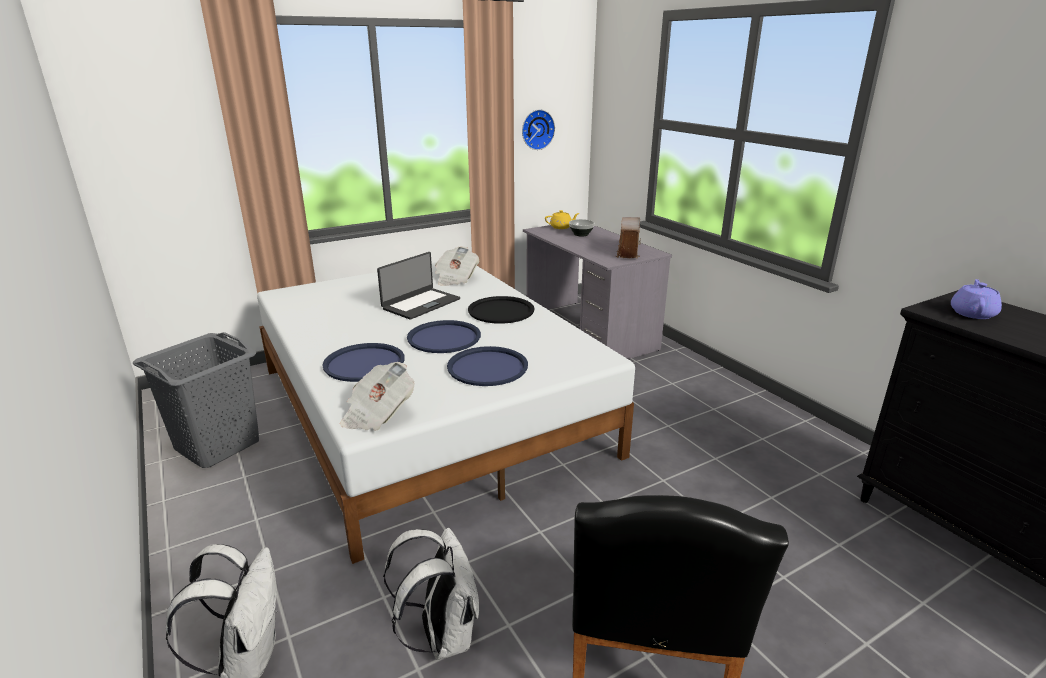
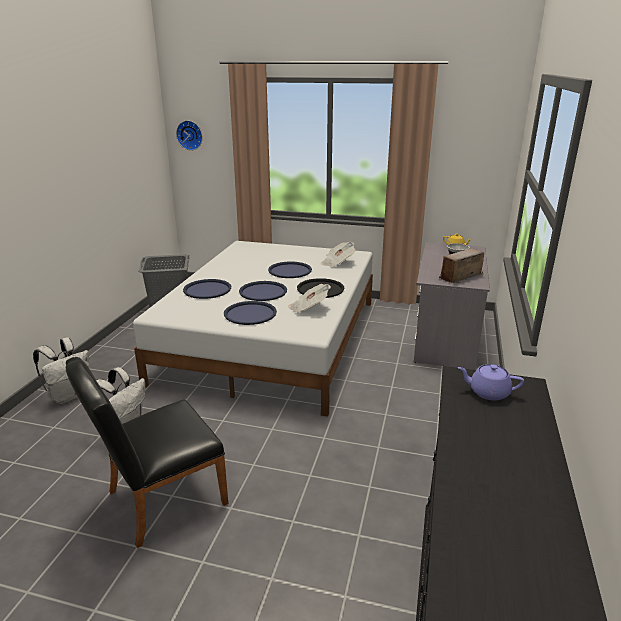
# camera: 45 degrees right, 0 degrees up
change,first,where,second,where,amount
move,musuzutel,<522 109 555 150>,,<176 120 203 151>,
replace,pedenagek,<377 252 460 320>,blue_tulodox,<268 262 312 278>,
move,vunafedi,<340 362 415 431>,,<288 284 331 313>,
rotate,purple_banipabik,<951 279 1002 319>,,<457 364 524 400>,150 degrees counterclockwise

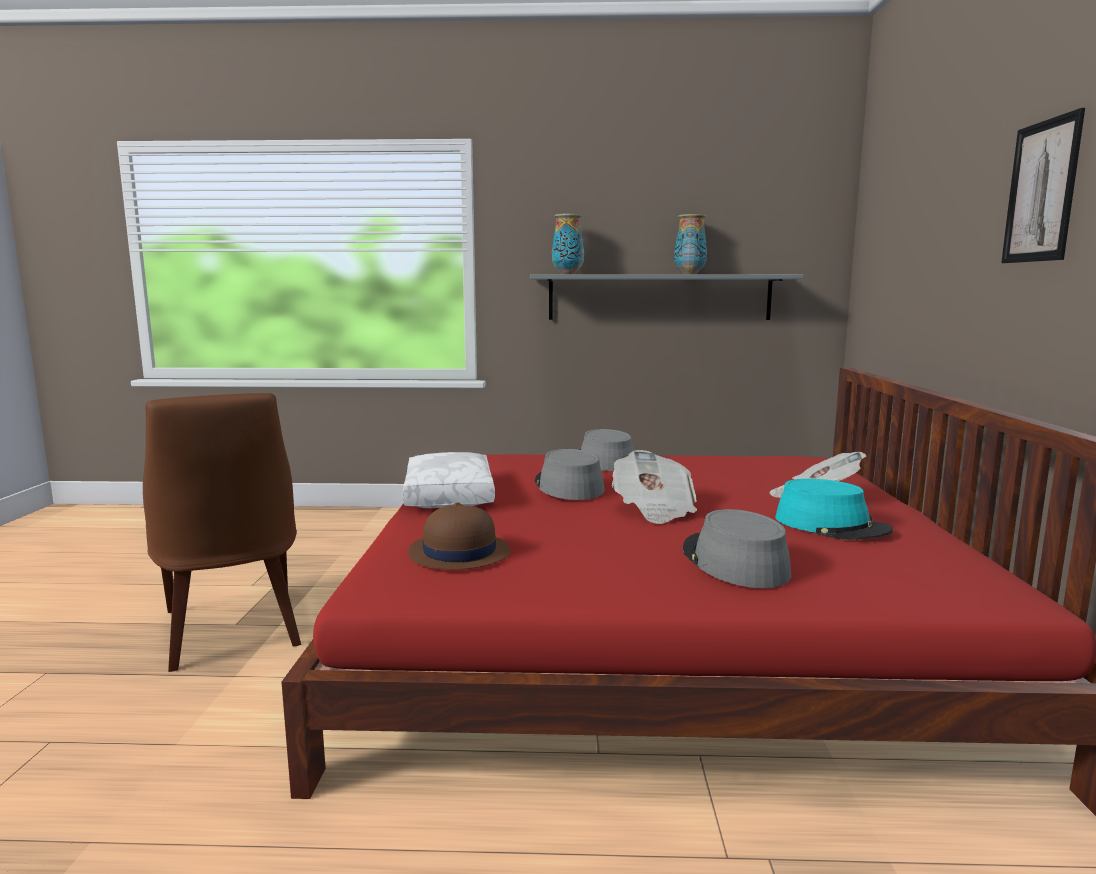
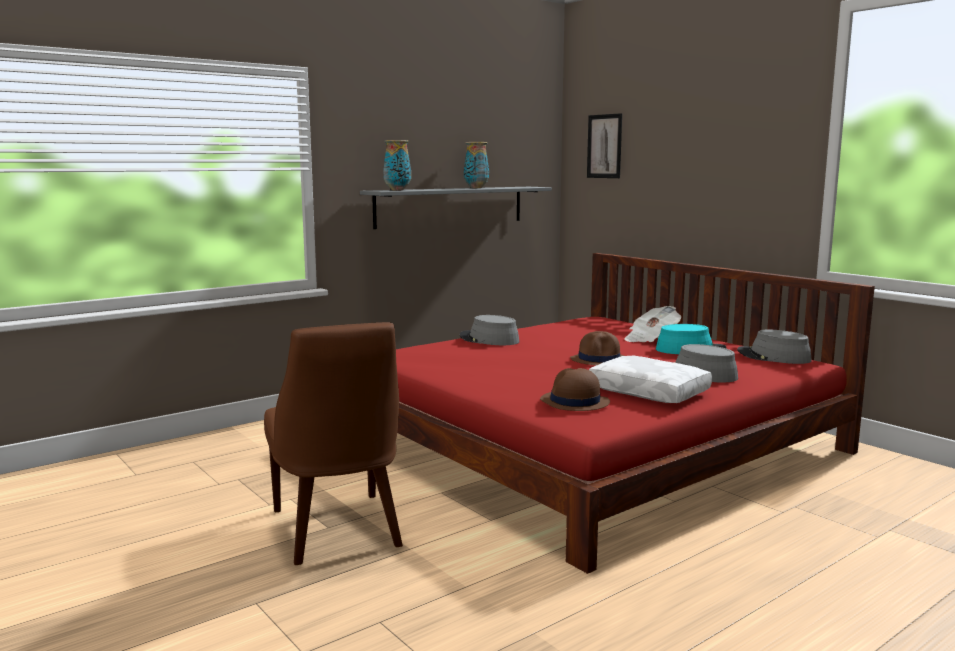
# camera: 40 degrees left, 0 degrees up
change,first,where,second,where,amount
rotate,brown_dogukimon,<143 393 301 672>,,<264 322 403 565>,45 degrees clockwise
replace,vunafedi,<611 450 697 524>,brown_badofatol,<570 331 624 365>,
move,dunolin,<1001 108 1085 263>,,<587 113 622 178>,
move,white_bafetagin,<403 452 495 508>,,<589 356 712 403>,
move,grey_badofatol,<535 449 605 500>,,<737 330 812 364>,

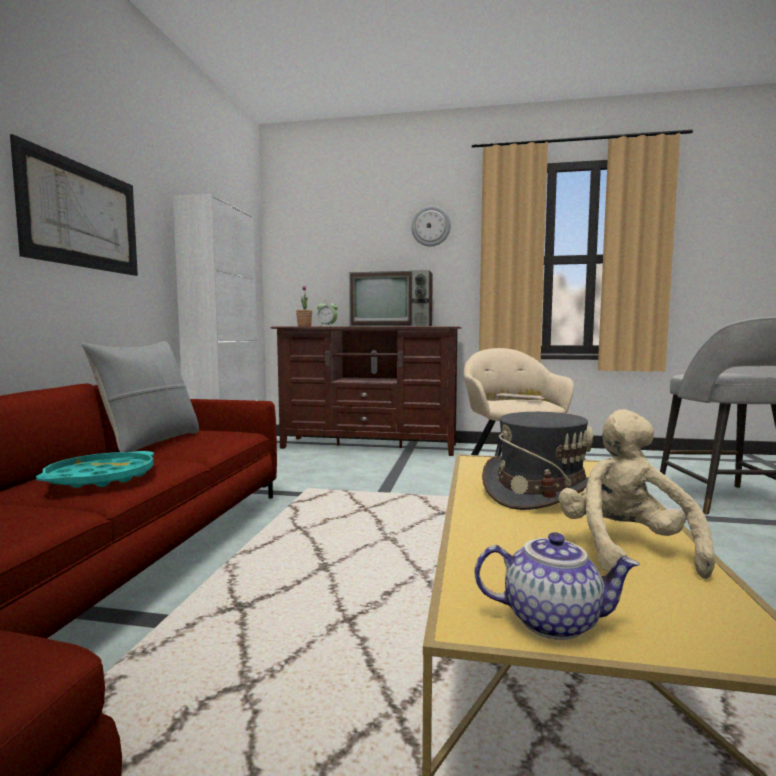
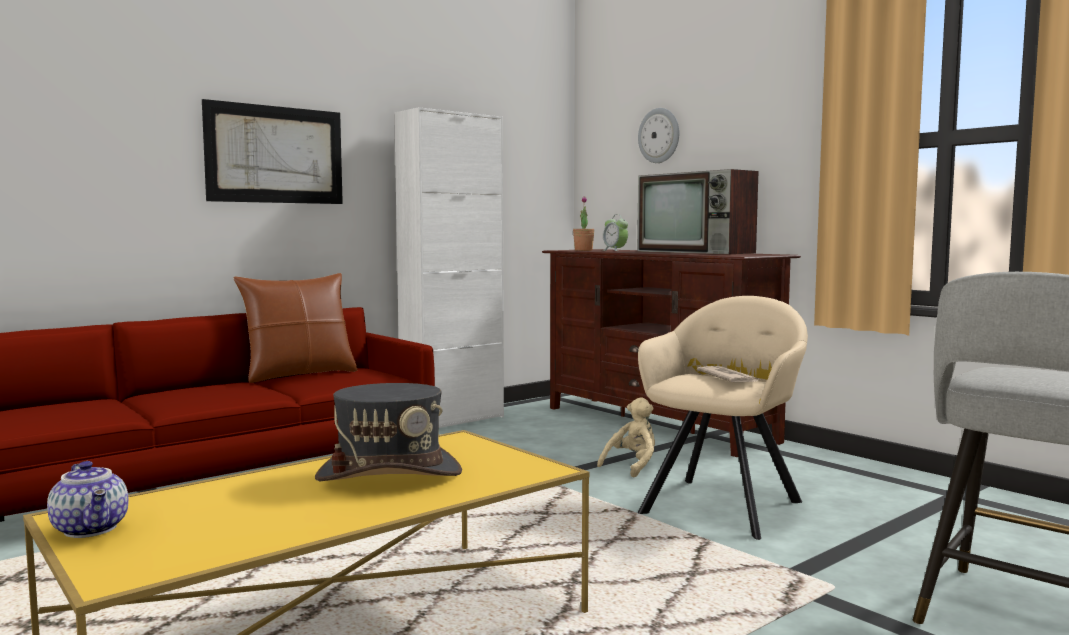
# camera: 40 degrees right, 0 degrees up
change,first,where,second,where,amount
recolor,grey_bafetagin,<81 341 199 452>,brown_bafetagin,<233 273 357 383>,
move,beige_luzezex,<558 409 715 579>,,<597 397 655 478>,
move,musuzutel,<411 206 451 246>,,<638 108 679 163>,
delete,turquoise_tulodox,<36 451 154 488>,,,

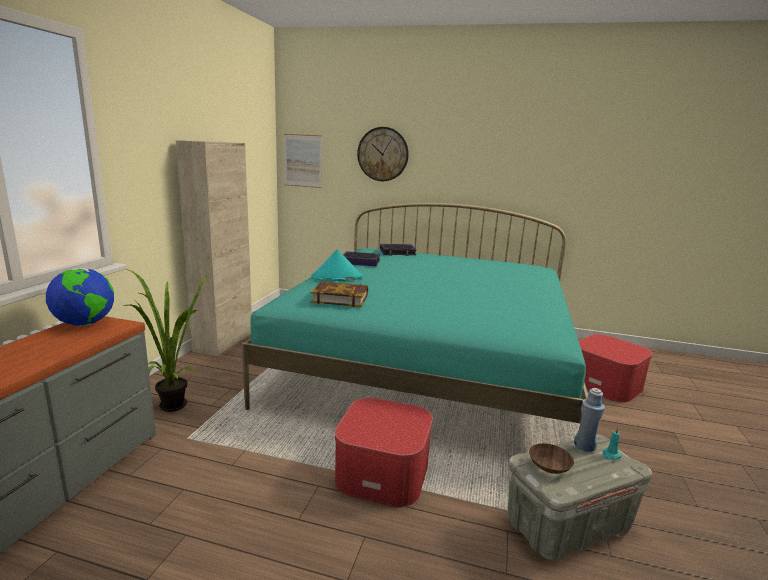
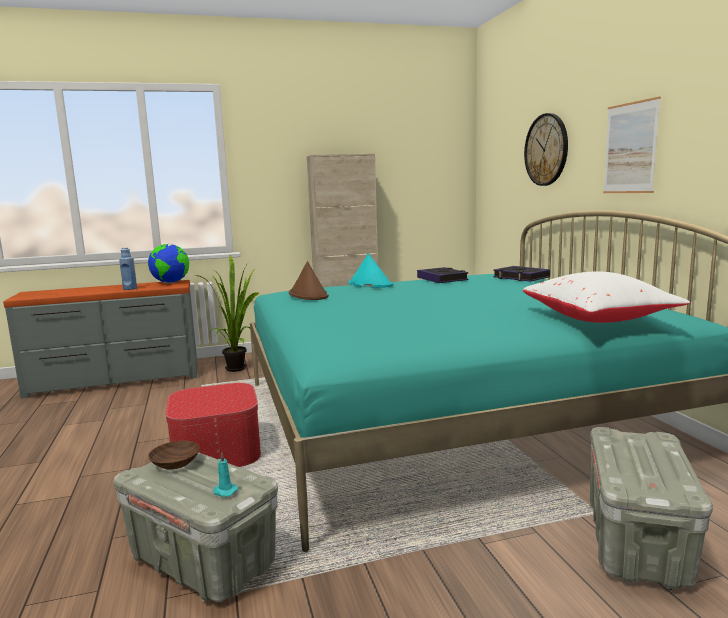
# camera: 60 degrees right, 5 degrees down
change,first,where,second,where,amount
move,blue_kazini,<574 388 605 452>,,<119 248 137 290>,
replace,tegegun,<311 281 368 307>,brown_badofatol,<289 261 329 300>,
insert,,,white_bafetagin,<523 271 690 323>,
replace,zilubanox,<579 334 653 403>,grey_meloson,<590 427 713 589>,
move,dunolin,<284 134 322 188>,,<603 97 660 193>,

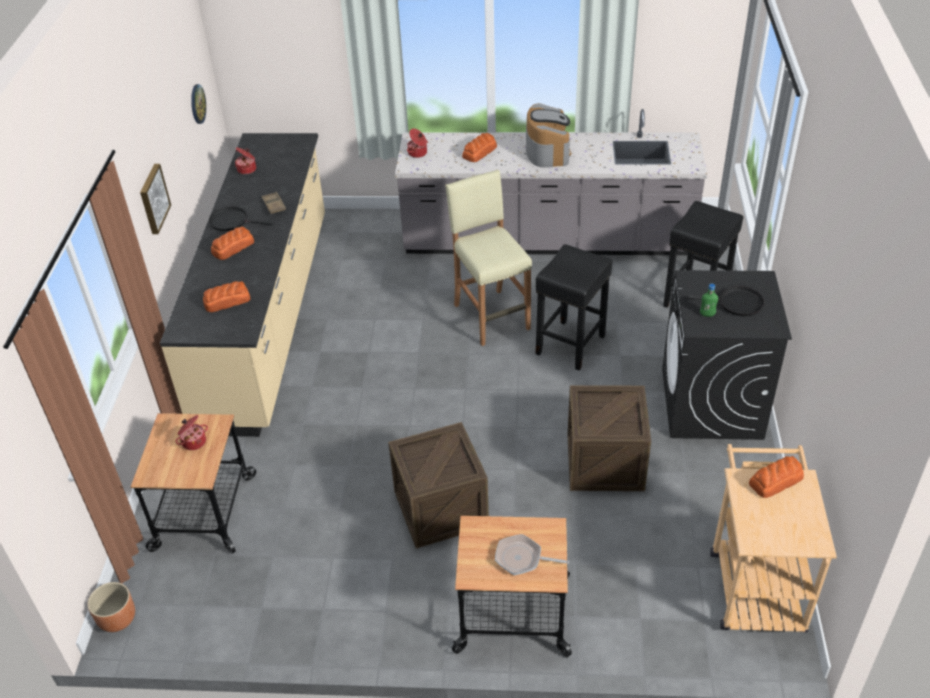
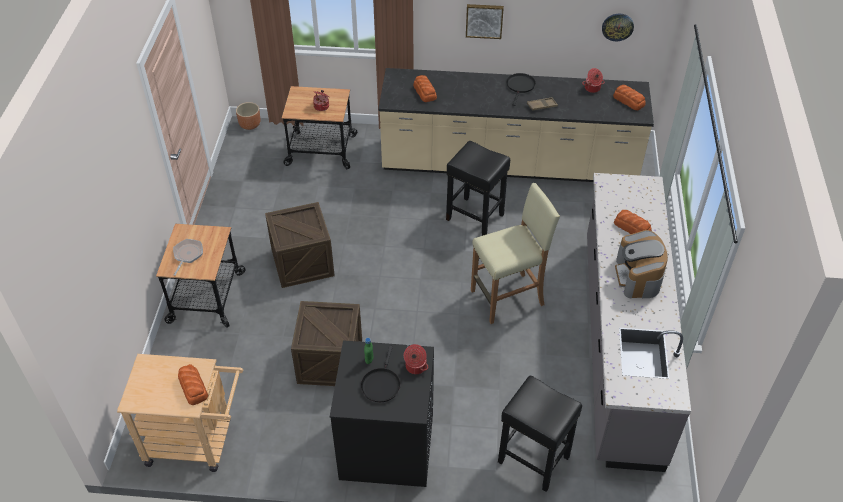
# camera: 90 degrees right, 5 degrees up
change,first,where,second,where,amount
move,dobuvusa,<407 129 428 158>,,<403 344 428 374>,
move,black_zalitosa,<535 244 613 370>,,<446 141 510 236>,
move,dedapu,<211 226 254 260>,,<613 85 646 110>,
rotate,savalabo,<526 103 571 168>,,<615 230 668 299>,90 degrees clockwise

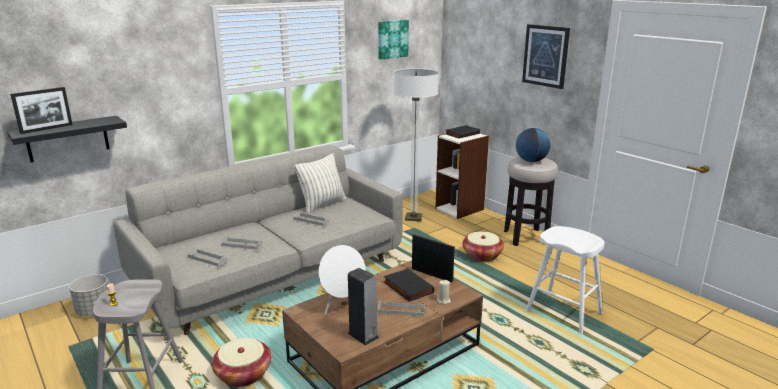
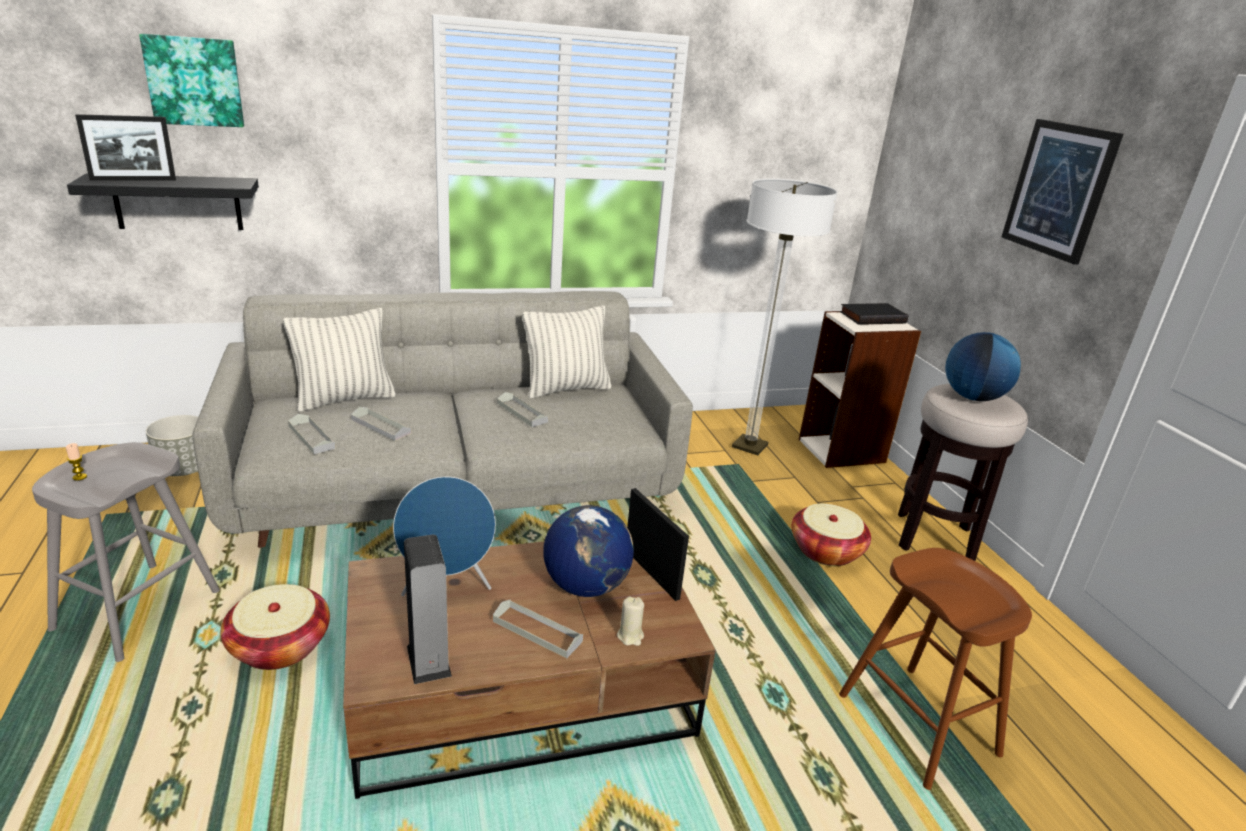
# camera: 20 degrees right, 5 degrees up
change,first,where,second,where,amount
move,dunolin,<378 20 409 59>,,<139 34 244 127>,
insert,,,bafetagin,<283 308 396 412>,
recolor,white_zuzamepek,<318 245 366 316>,blue_zuzamepek,<393 477 496 596>,
replace,black_tegegun,<384 268 434 302>,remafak,<543 505 634 597>,
recolor,white_zalitosa,<526 226 604 334>,brown_zalitosa,<839 548 1032 790>,

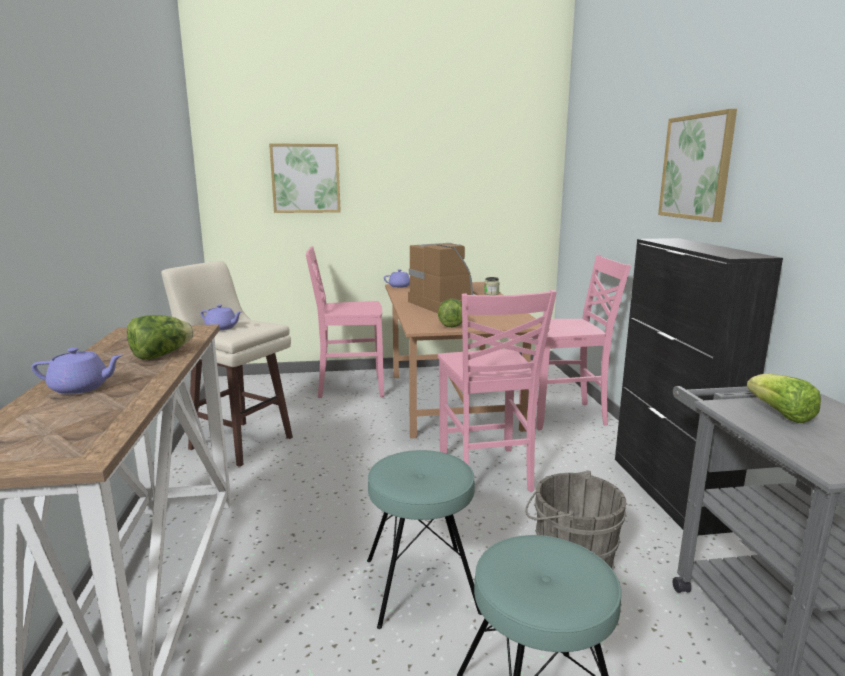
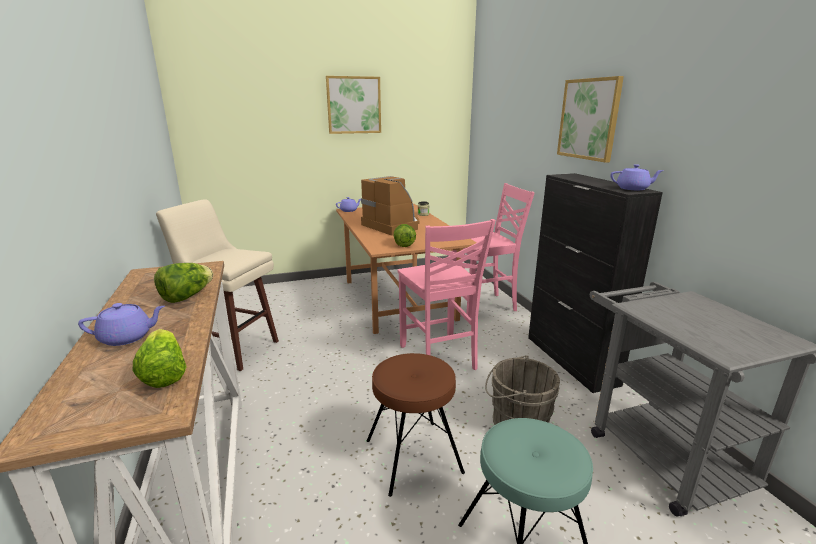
# camera: 10 degrees left, 5 degrees up
change,first,where,second,where,amount
move,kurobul,<747 374 821 423>,,<133 329 187 388>,
move,dunolin,<269 143 341 213>,,<326 76 381 134>,
recolor,turquoise_zalitosa,<367 450 482 629>,brown_zalitosa,<367 353 465 497>,
move,purple_banipabik,<200 304 242 330>,,<610 164 664 190>,
delete,pink_dogukimon,<306 246 384 398>,,,

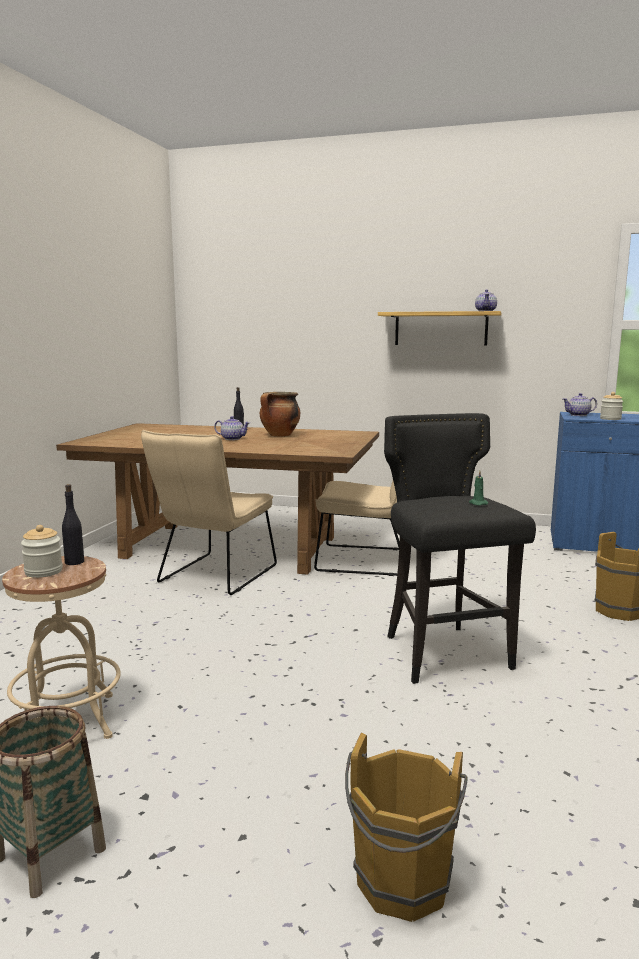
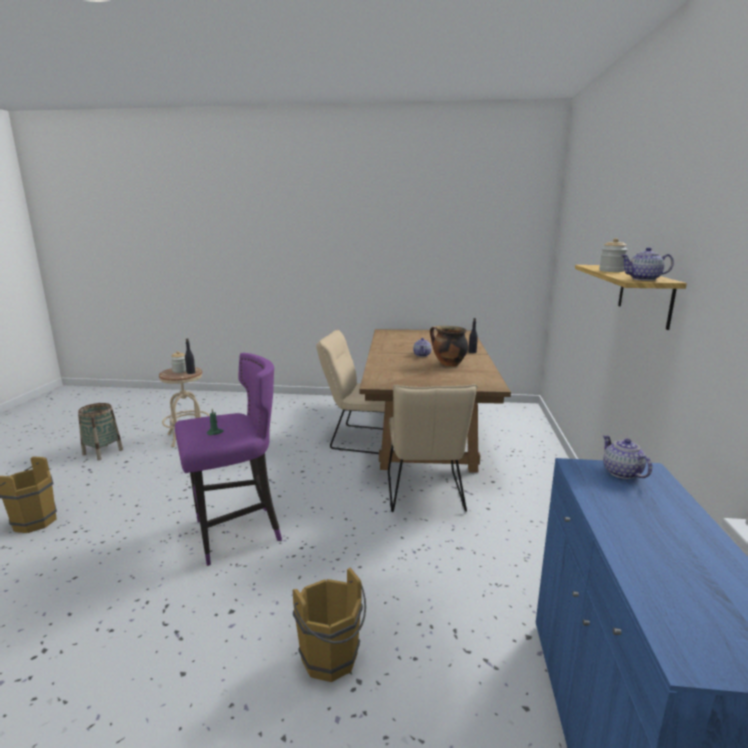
# camera: 80 degrees right, 5 degrees up
change,first,where,second,where,amount
recolor,black_zalitosa,<384 413 536 684>,purple_zalitosa,<175 353 282 566>,
move,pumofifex,<600 392 623 420>,,<599 238 628 272>,

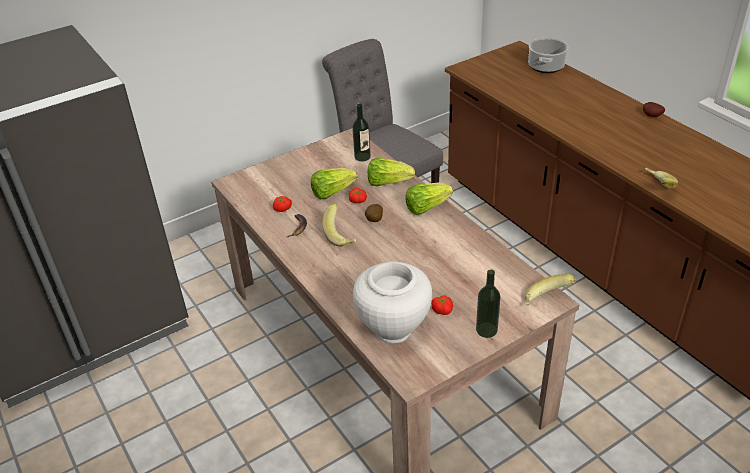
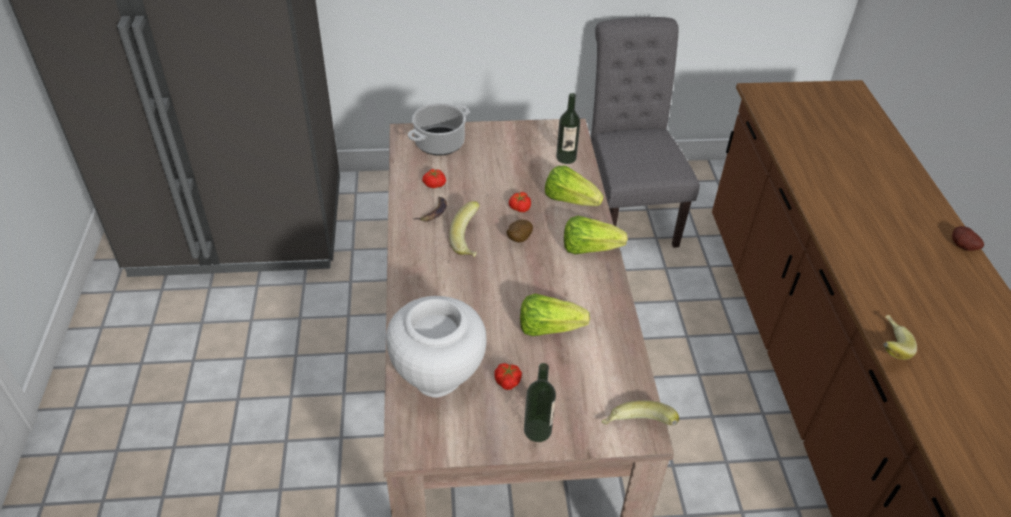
# camera: 25 degrees right, 5 degrees up
change,first,where,second,where,amount
move,dobuvusa,<528 37 568 73>,,<408 103 469 156>,
move,kurobul,<311 168 357 199>,,<520 294 590 336>,

